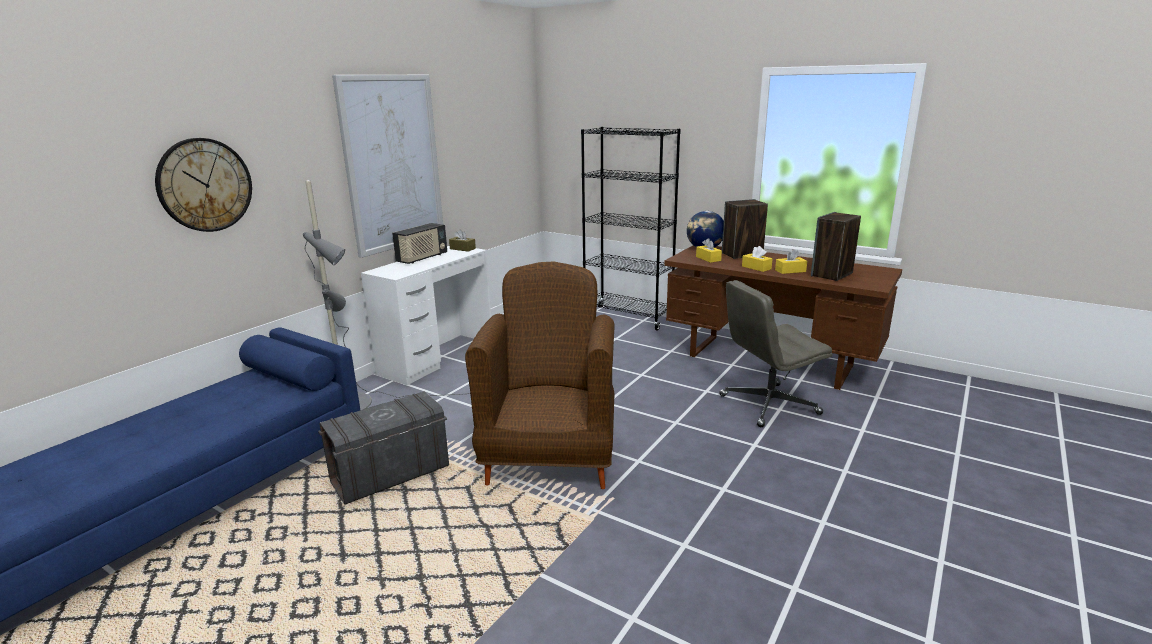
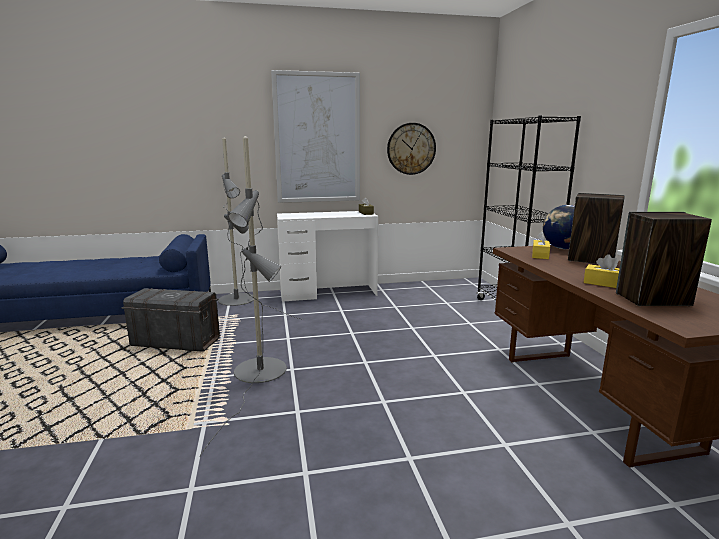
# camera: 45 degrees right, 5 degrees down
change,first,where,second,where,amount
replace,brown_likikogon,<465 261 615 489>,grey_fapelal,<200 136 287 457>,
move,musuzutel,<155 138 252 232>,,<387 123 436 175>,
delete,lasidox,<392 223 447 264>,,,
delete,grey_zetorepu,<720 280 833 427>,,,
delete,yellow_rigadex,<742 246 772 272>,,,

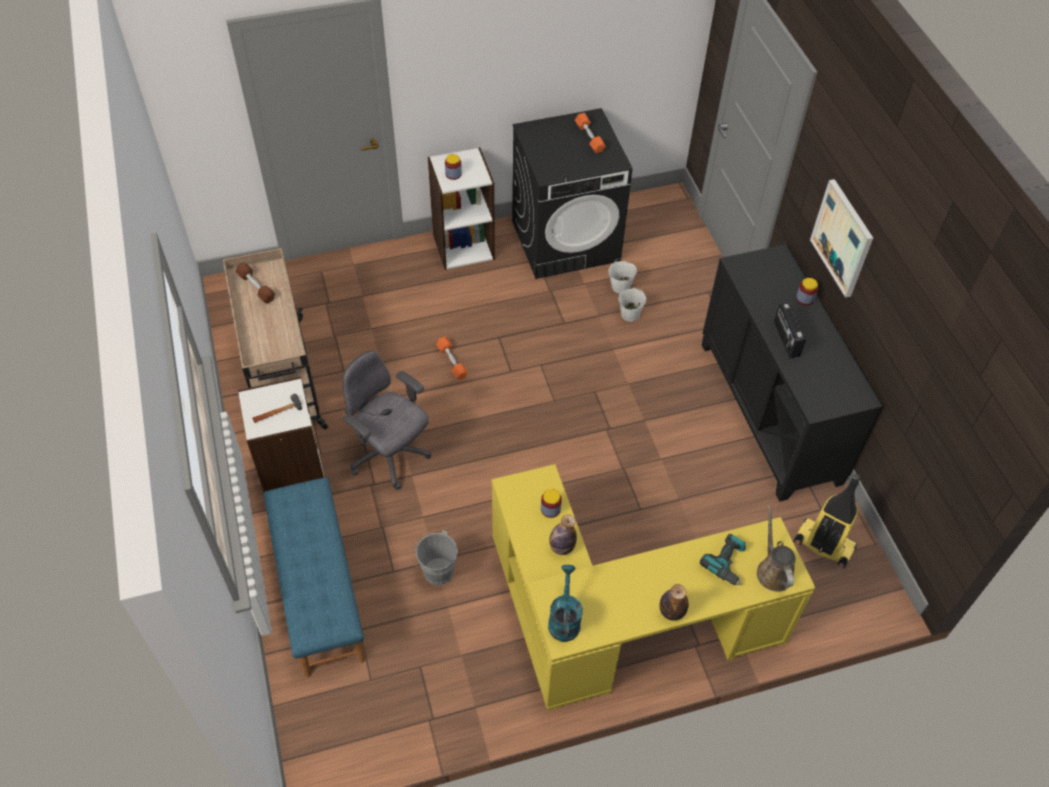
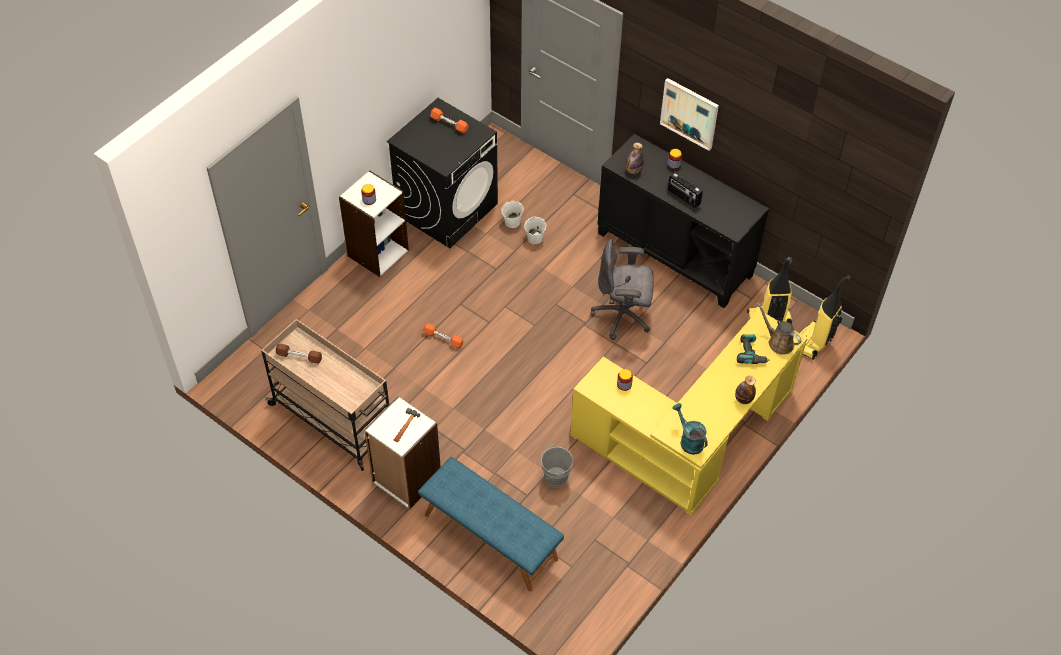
# camera: 35 degrees left, 0 degrees up
change,first,where,second,where,amount
move,grey_zetorepu,<343 351 431 490>,,<590 239 654 340>,
move,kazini,<549 515 577 555>,,<626 143 644 174>,
insert,,,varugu,<800 275 851 360>,

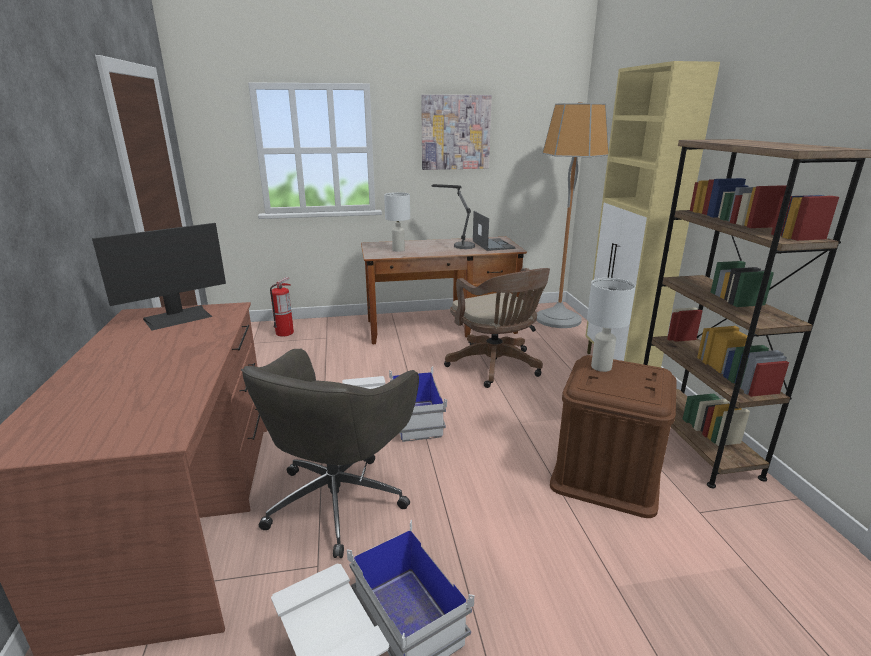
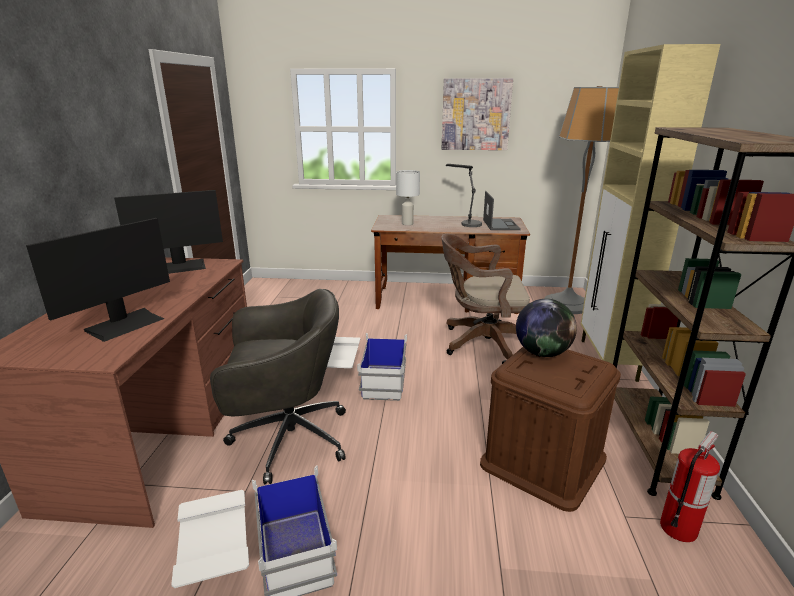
# camera: 15 degrees right, 0 degrees up
change,first,where,second,where,amount
insert,,,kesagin,<26 218 170 342>,
rotate,grey_zetorepu,<241 349 419 558>,,<210 289 346 484>,135 degrees counterclockwise
rotate,brown_zetorepu,<444 268 550 388>,,<441 234 530 364>,105 degrees clockwise
replace,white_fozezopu,<587 278 635 372>,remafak,<516 299 577 357>,
move,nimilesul,<270 277 294 337>,,<660 431 720 542>,

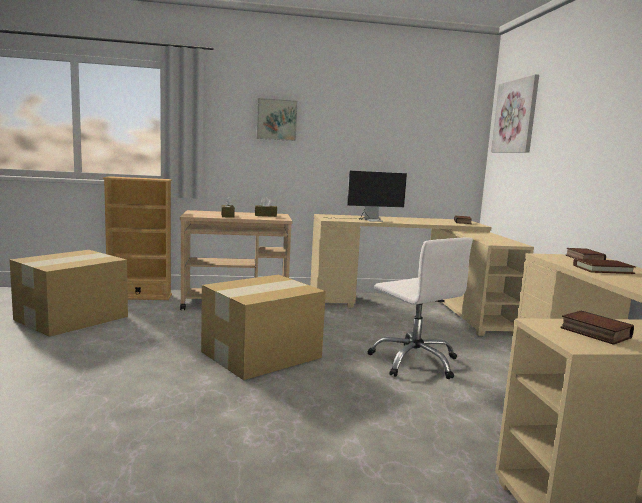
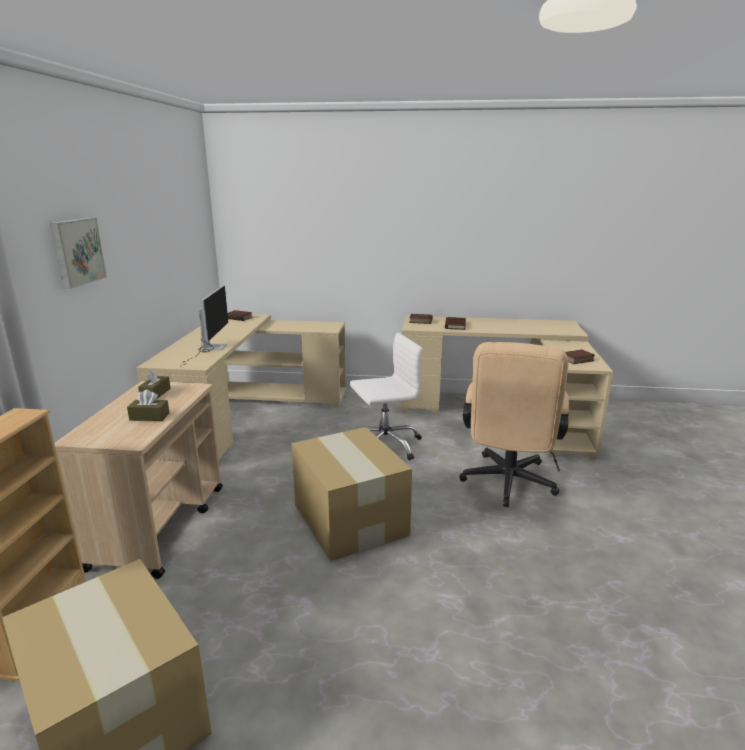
# camera: 75 degrees left, 10 degrees up
change,first,where,second,where,amount
insert,,,beige_zetorepu,<459 342 569 507>,
delete,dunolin,<491 74 539 153>,,,

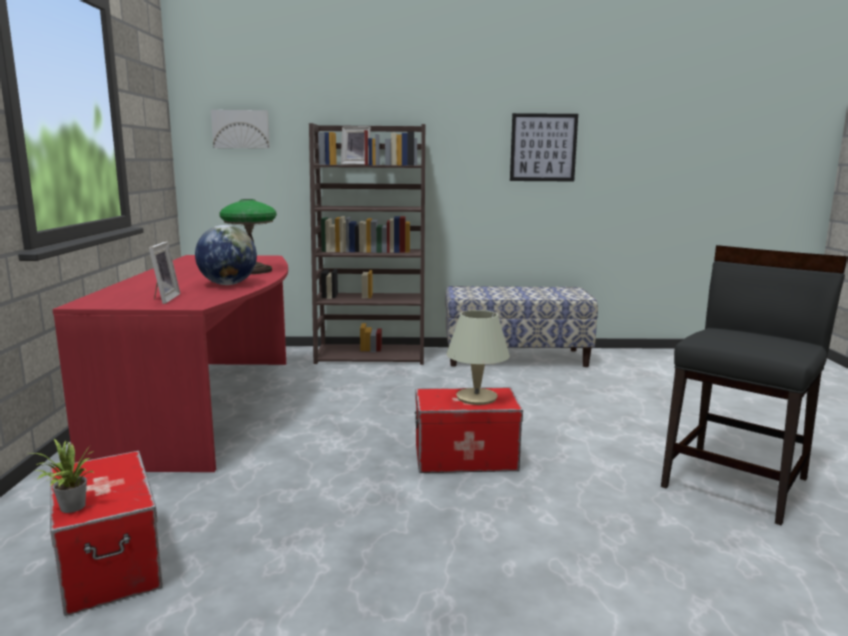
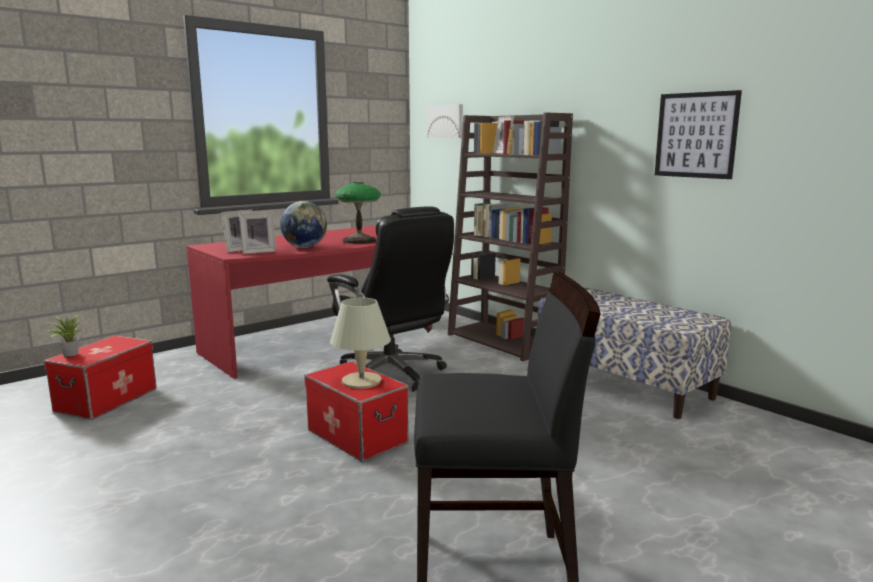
# camera: 50 degrees right, 0 degrees up
change,first,where,second,where,amount
insert,,,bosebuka,<239 211 276 254>,
insert,,,black_zetorepu,<327 206 454 392>,

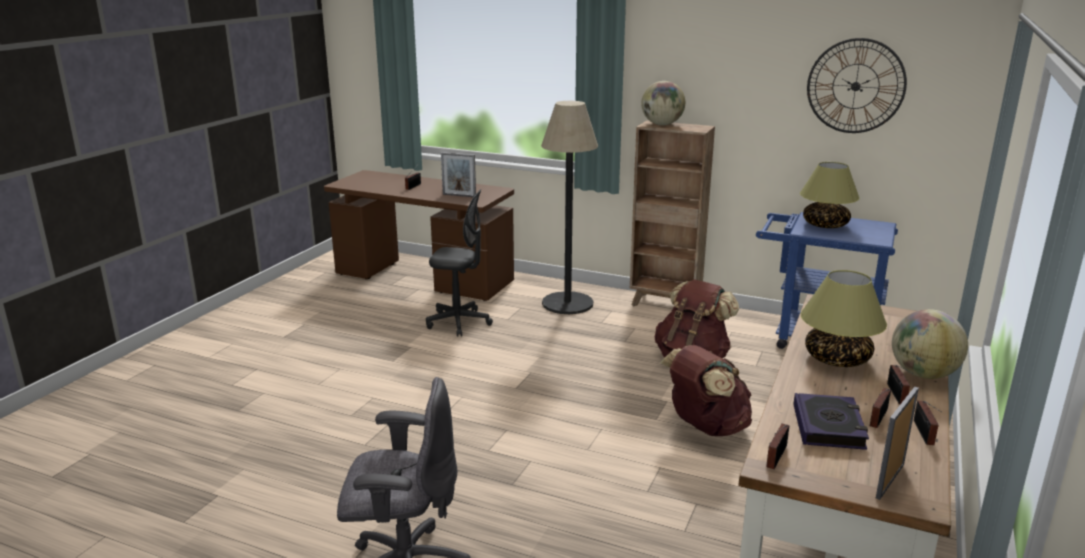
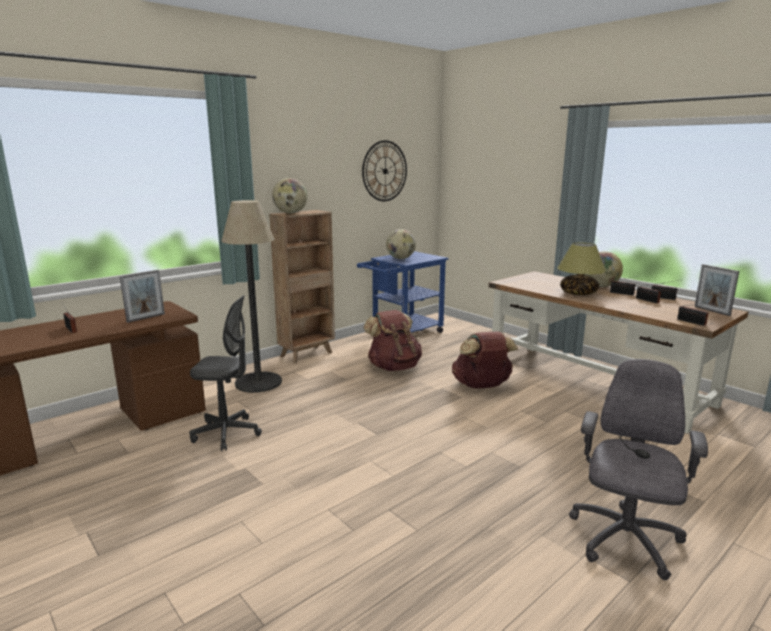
# camera: 65 degrees left, 5 degrees down
change,first,where,second,where,amount
rotate,grey_zetorepu,<426 189 493 337>,,<189 295 262 451>,60 degrees clockwise
replace,fozezopu,<800 162 860 228>,remafak,<386 229 416 259>,
delete,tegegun,<793 393 869 450>,,,

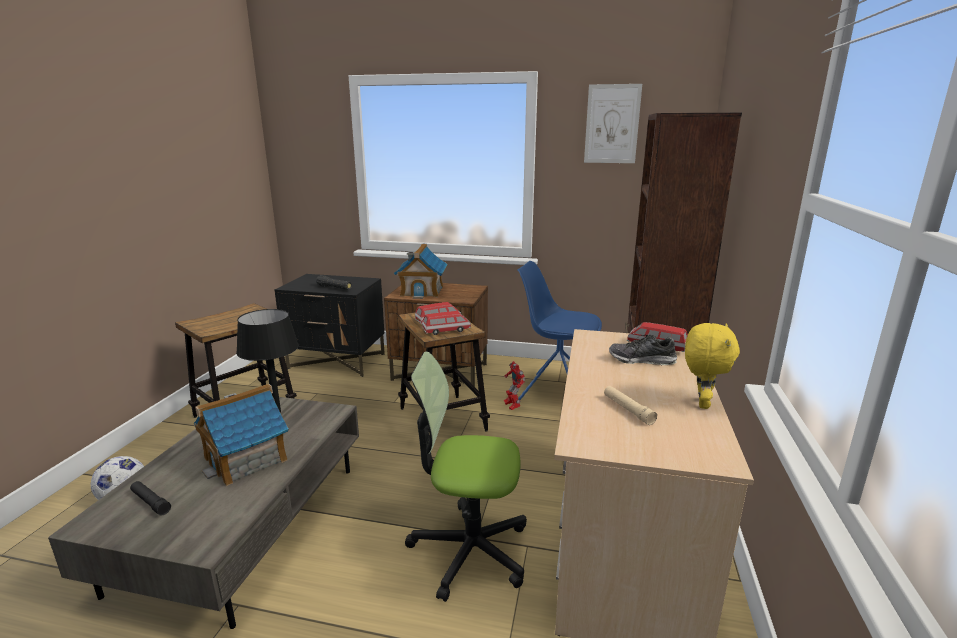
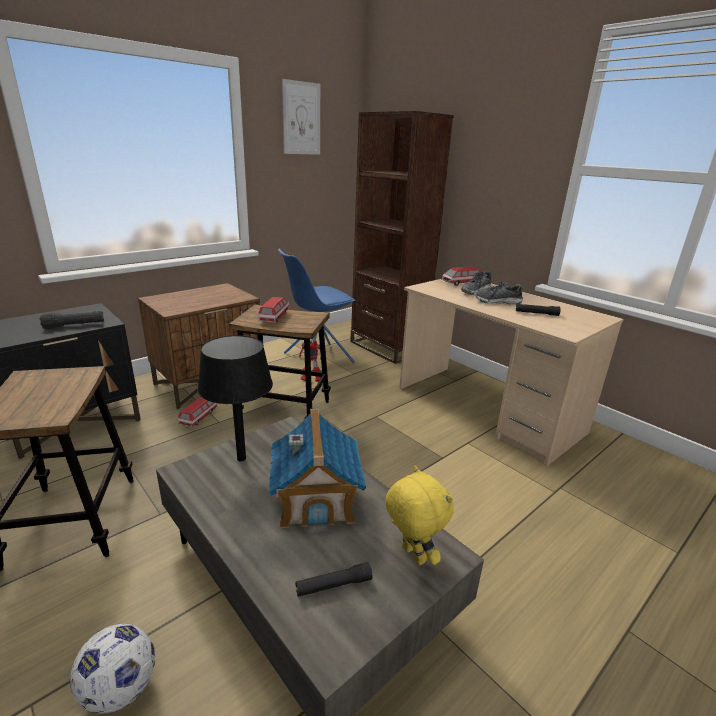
# camera: 55 degrees left, 5 degrees up
change,first,where,second,where,amount
move,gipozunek,<422 311 471 335>,,<178 397 218 427>,
move,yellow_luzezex,<685 323 740 409>,,<385 466 454 565>,
insert,,,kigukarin,<474 282 523 305>,
recolor,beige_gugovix,<604 386 657 425>,black_gugovix,<516 304 561 316>,
delete,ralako,<394 244 447 299>,,,
delete,zetorepu,<405 352 527 602>,,,

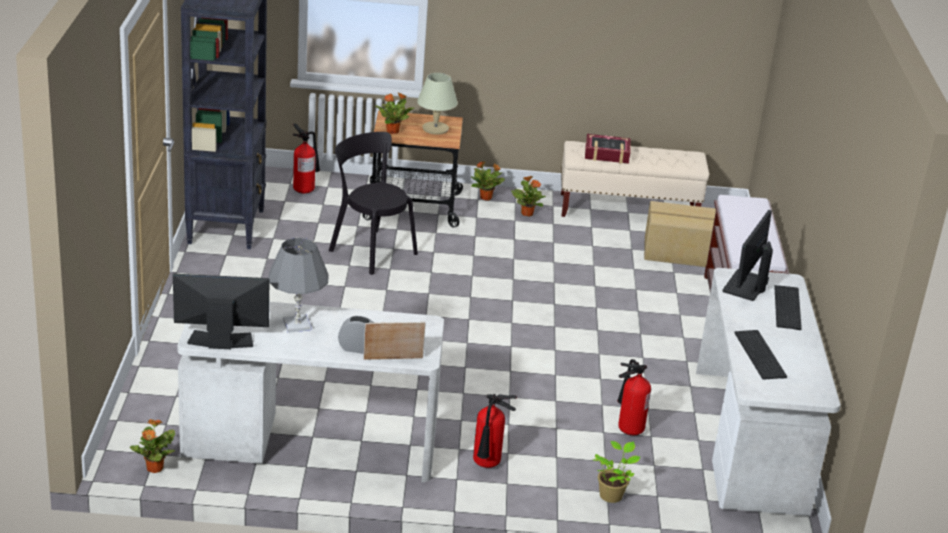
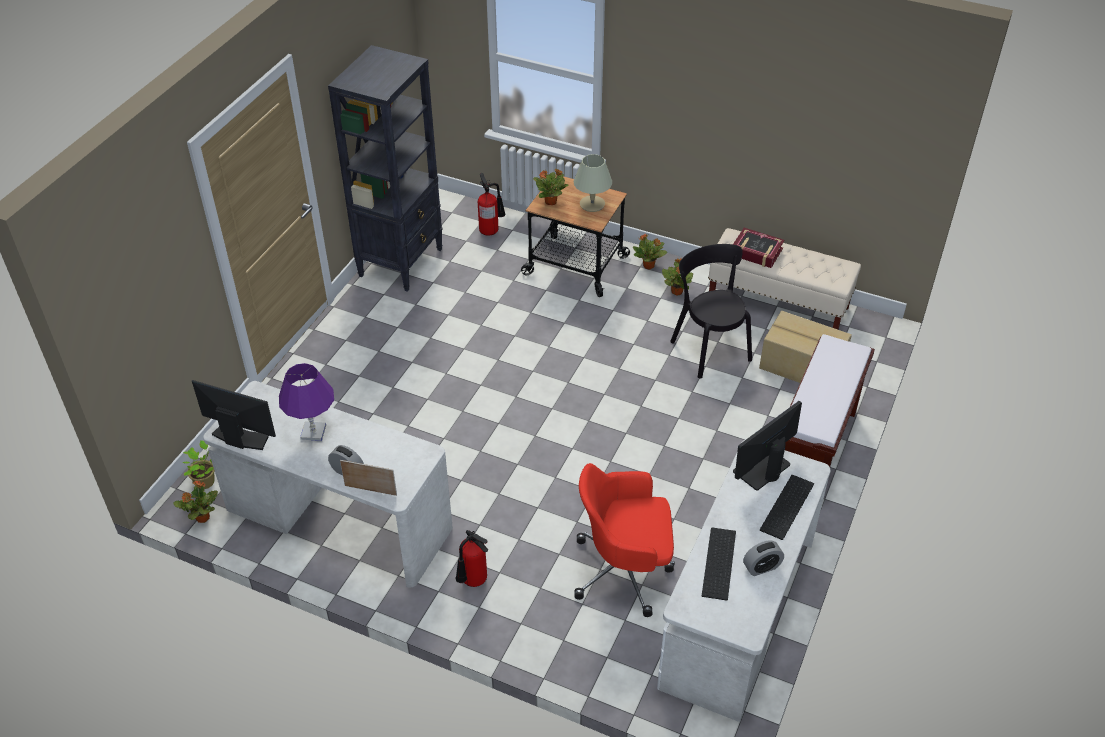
# camera: 25 degrees right, 15 degrees up
change,first,where,second,where,amount
move,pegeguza,<593 441 640 503>,,<182 440 215 489>,
recolor,grey_fozezopu,<268 238 329 333>,purple_fozezopu,<279 363 334 441>,
replace,nimilesul,<617 359 651 435>,red_zetorepu,<574 463 675 617>,
move,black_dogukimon,<329 132 418 275>,,<670 244 752 379>,
insert,,,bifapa,<743 540 784 576>,

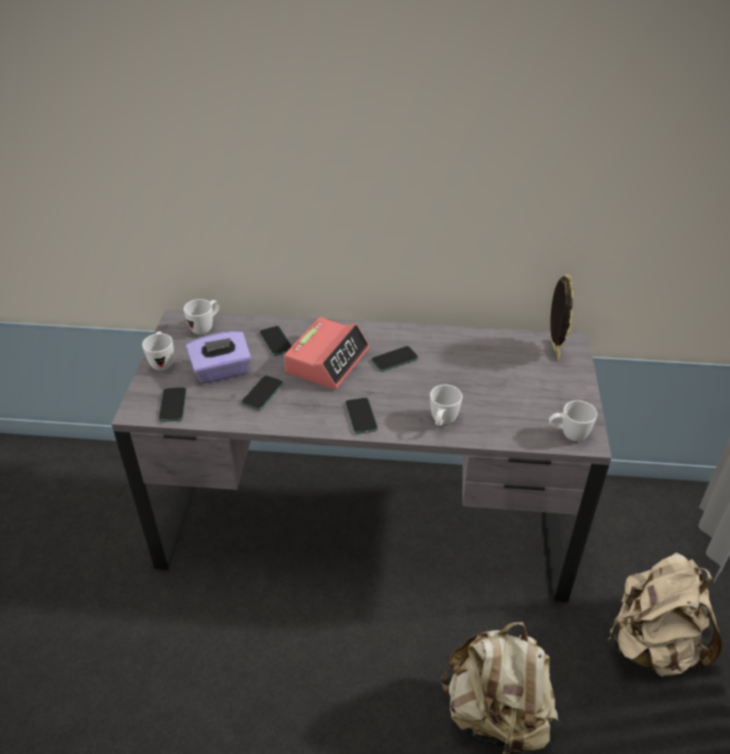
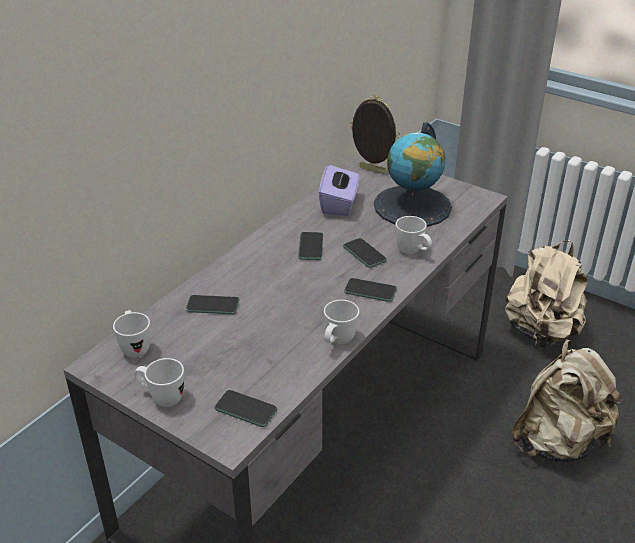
# camera: 60 degrees left, 5 degrees down
change,first,where,second,where,amount
move,purple_rigadex,<186 331 251 384>,,<319 165 360 216>,
move,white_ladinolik,<549 400 597 441>,,<324 300 359 344>,
move,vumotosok,<241 375 283 410>,,<343 238 387 268>,
insert,,,remafak,<374 122 452 227>,
delete,bifapa,<284 317 370 390>,,,

